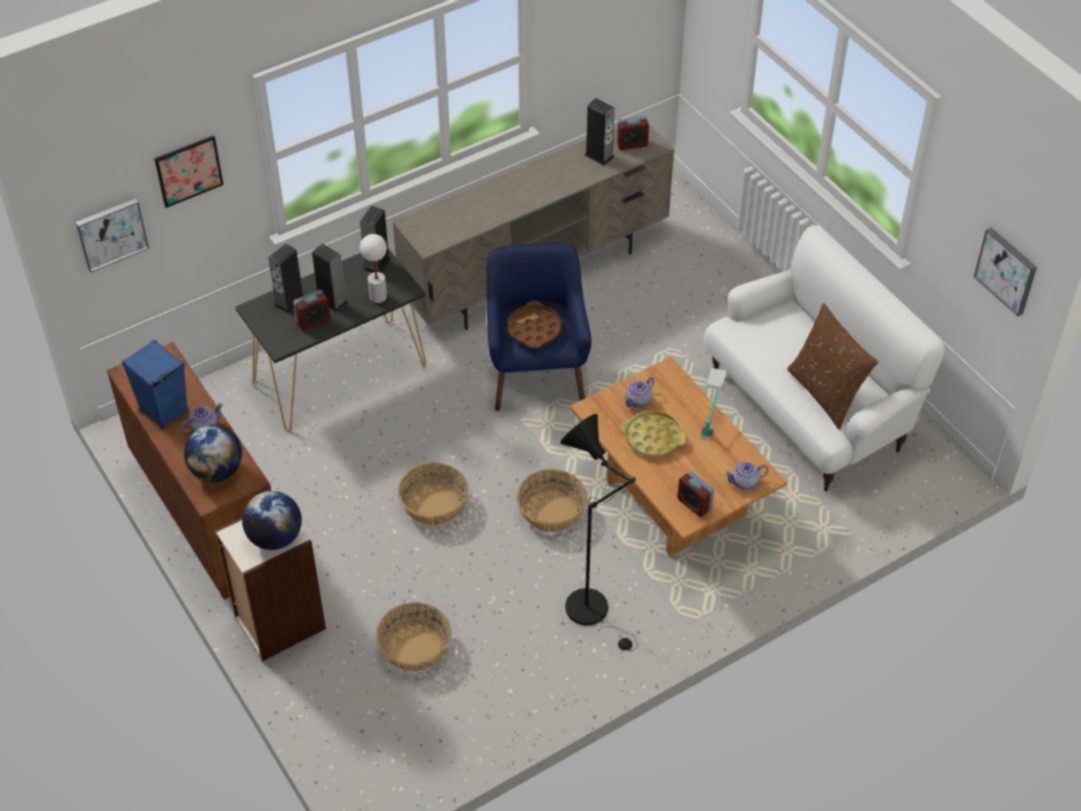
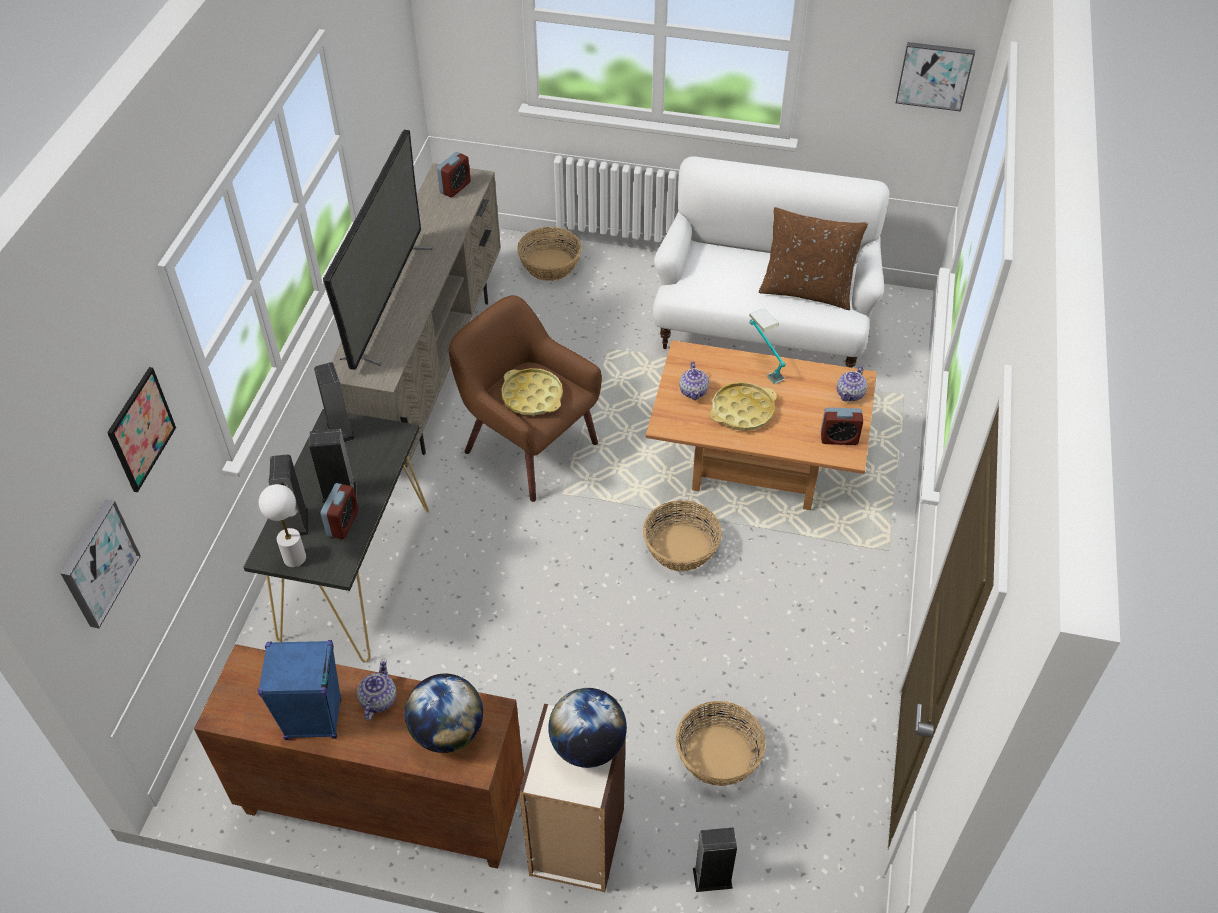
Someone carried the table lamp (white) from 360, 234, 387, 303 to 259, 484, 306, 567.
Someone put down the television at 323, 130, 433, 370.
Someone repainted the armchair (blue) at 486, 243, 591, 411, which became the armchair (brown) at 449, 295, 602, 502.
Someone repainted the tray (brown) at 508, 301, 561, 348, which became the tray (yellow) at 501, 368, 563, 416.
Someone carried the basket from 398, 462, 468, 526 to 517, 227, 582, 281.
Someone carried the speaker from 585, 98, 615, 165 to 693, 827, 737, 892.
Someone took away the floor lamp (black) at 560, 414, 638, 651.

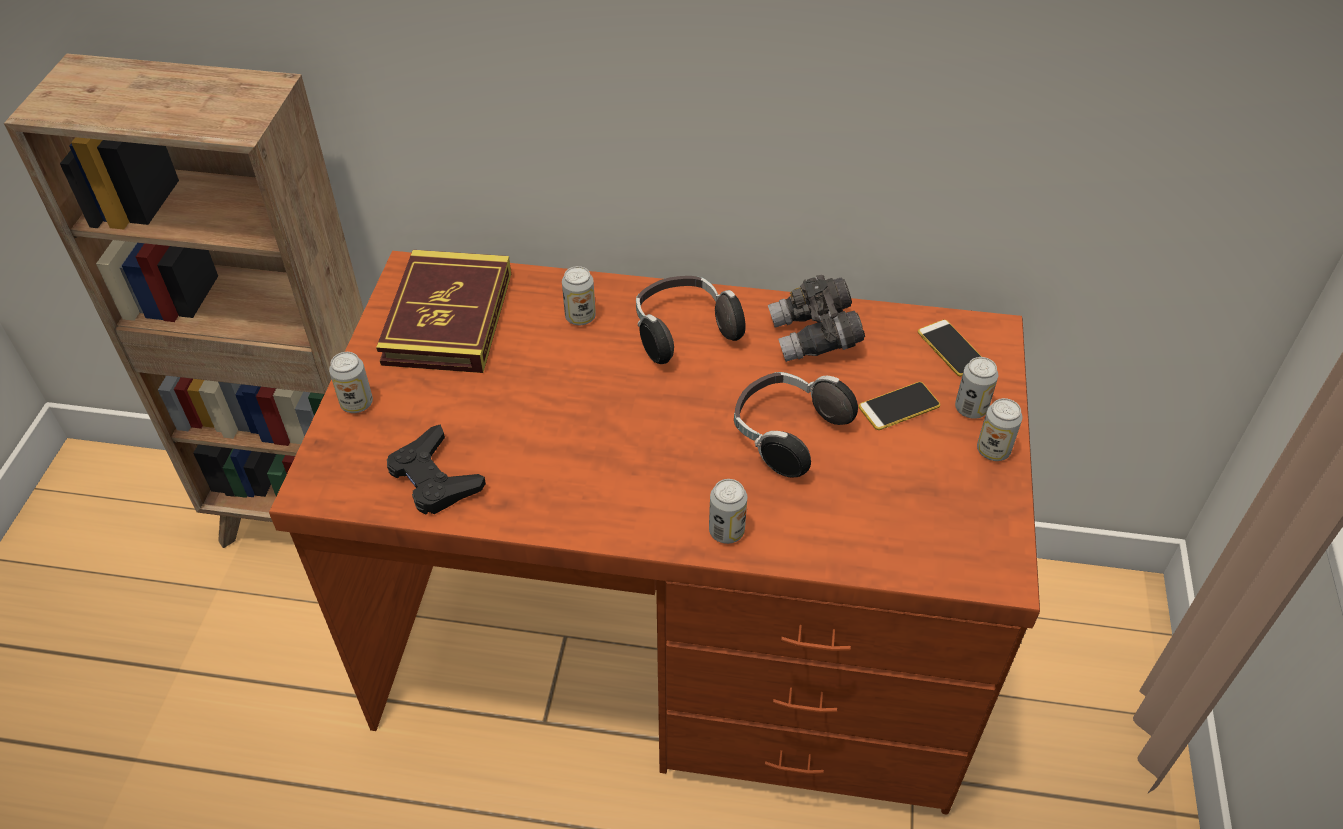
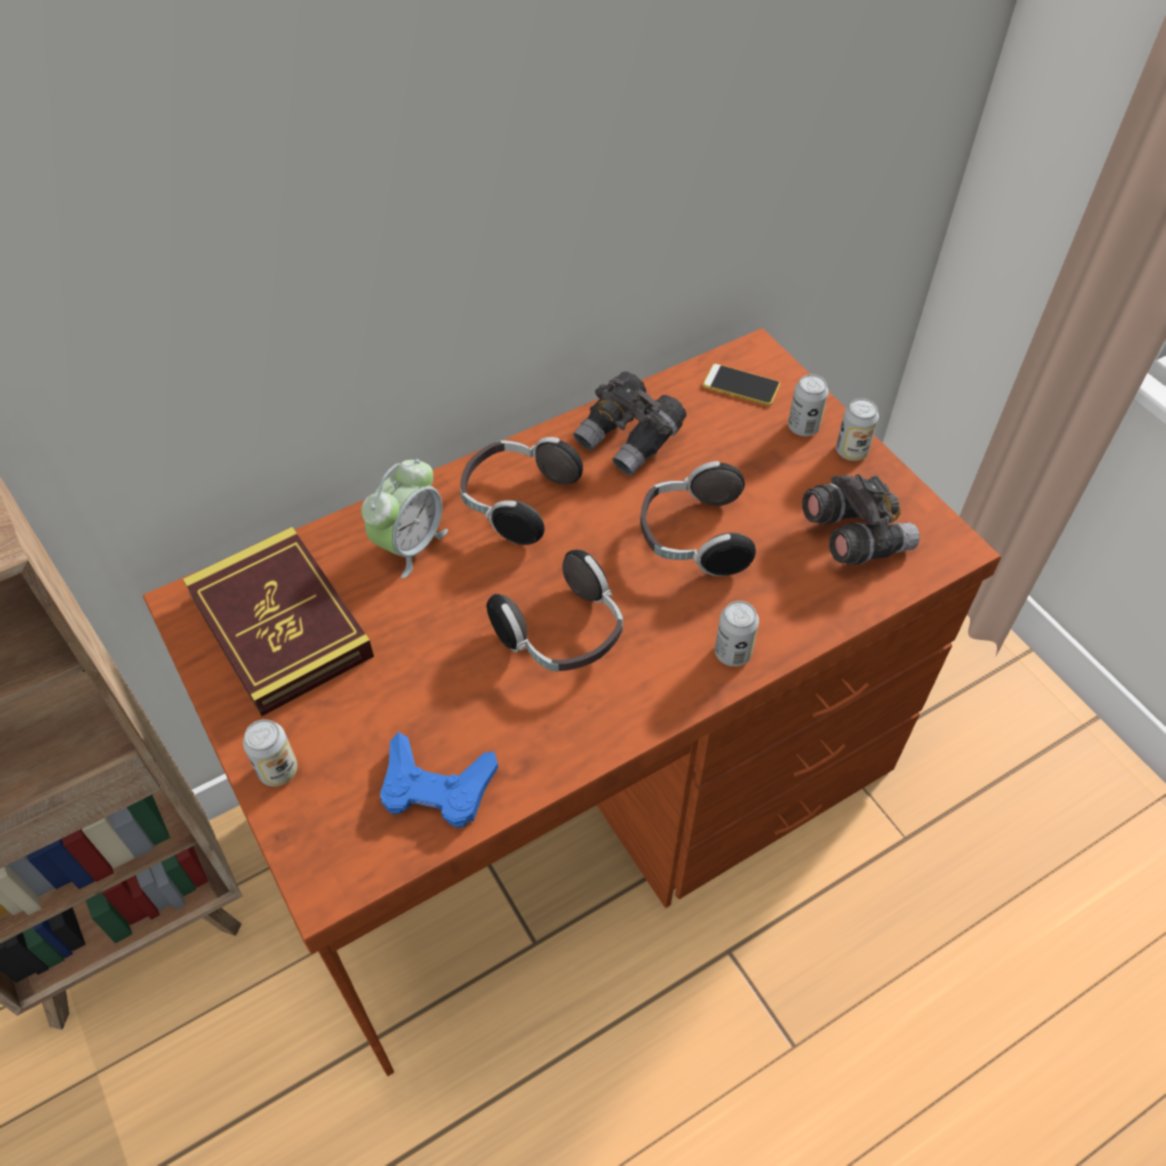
Someone swapped the can at 562, 266, 596, 325 for the alarm clock at 361, 459, 448, 578.
Someone repainted the game controller (black) at 387, 424, 486, 514, which became the game controller (blue) at 380, 732, 498, 828.
Someone put down the headphones at 486, 550, 623, 672.
Someone put down the binoculars (grey) at 802, 474, 920, 565.
Someone took away the phone at 859, 382, 940, 430.

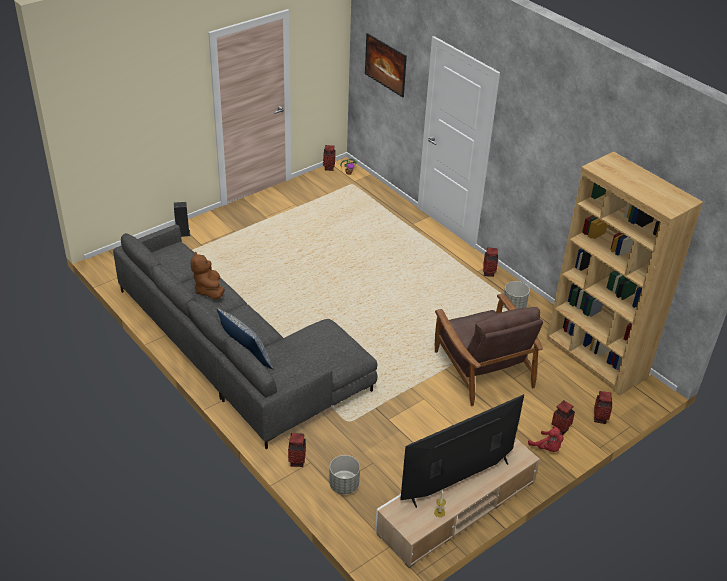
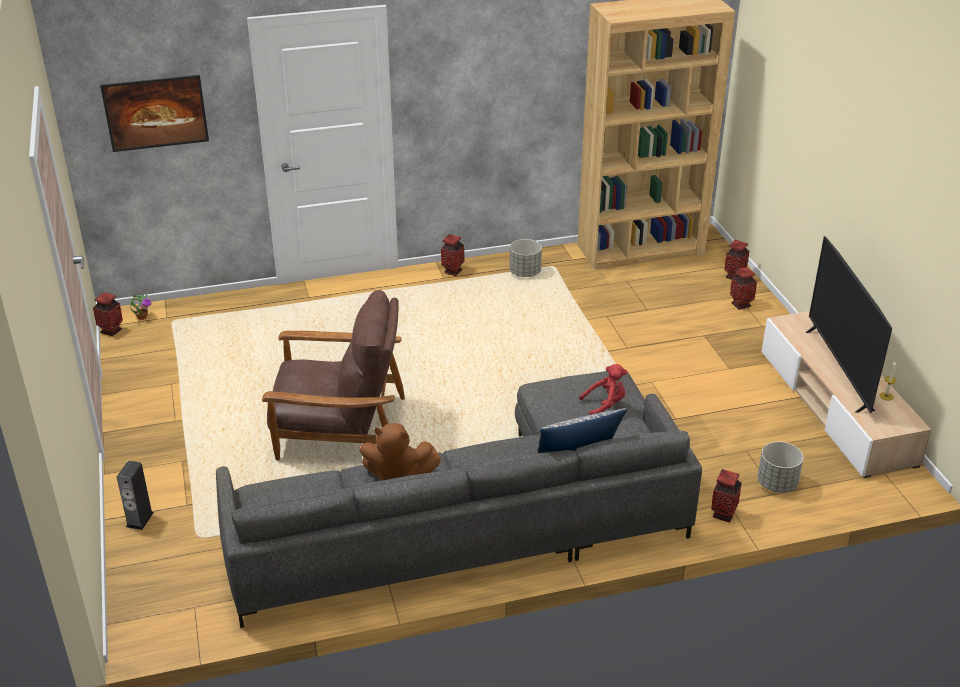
Someone carried the armchair (brown) from 435, 293, 543, 406 to 262, 290, 405, 460.
Someone carried the plush toy (red) from 528, 426, 564, 452 to 579, 364, 627, 415.

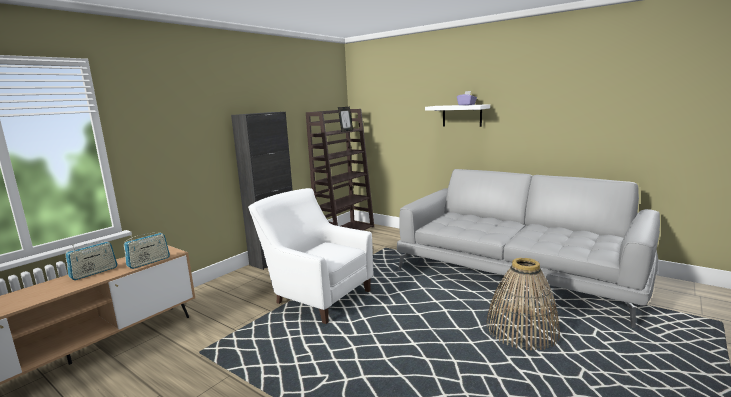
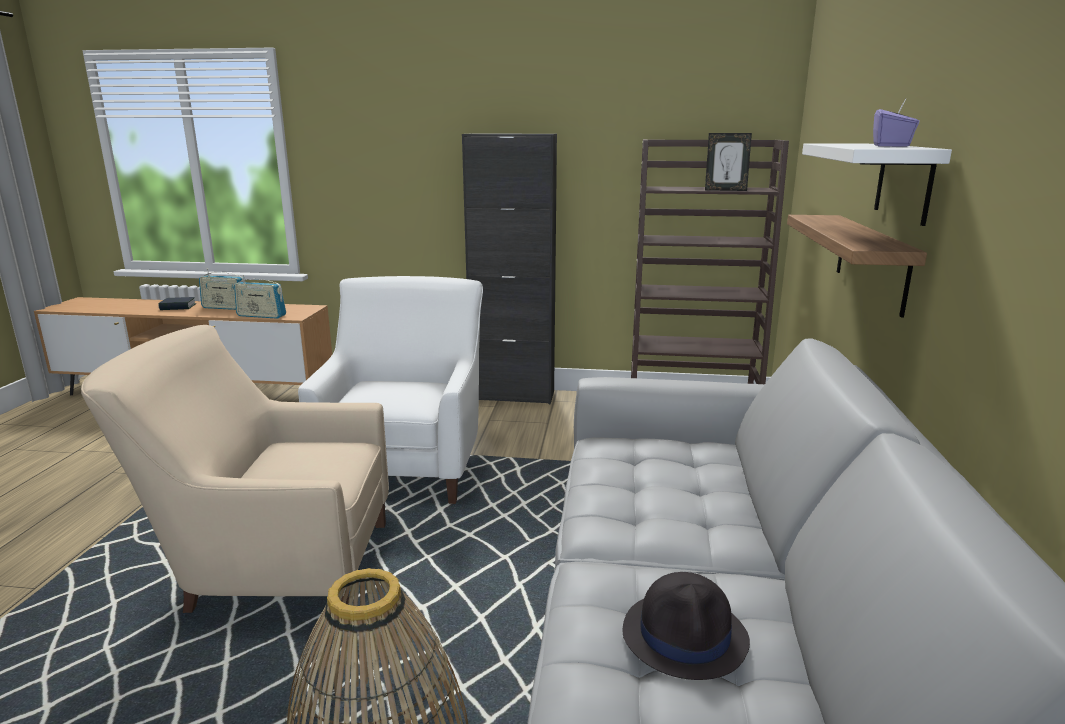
Someone put down the armchair (beige) at 81, 325, 389, 613.
Someone put down the book at 158, 297, 196, 310.
Someone put down the hat (black) at 623, 572, 750, 680.
Someone put up the shelf at 787, 215, 927, 318.

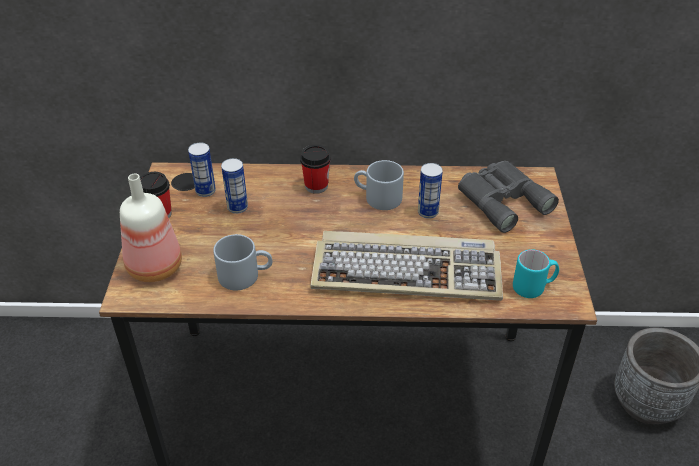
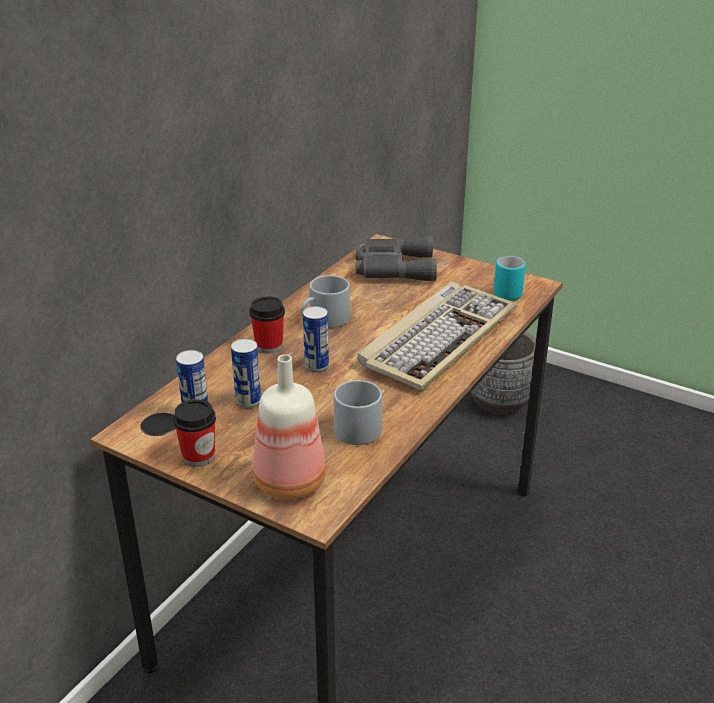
Someone carried the can from 418, 163, 443, 219 to 303, 306, 329, 373.

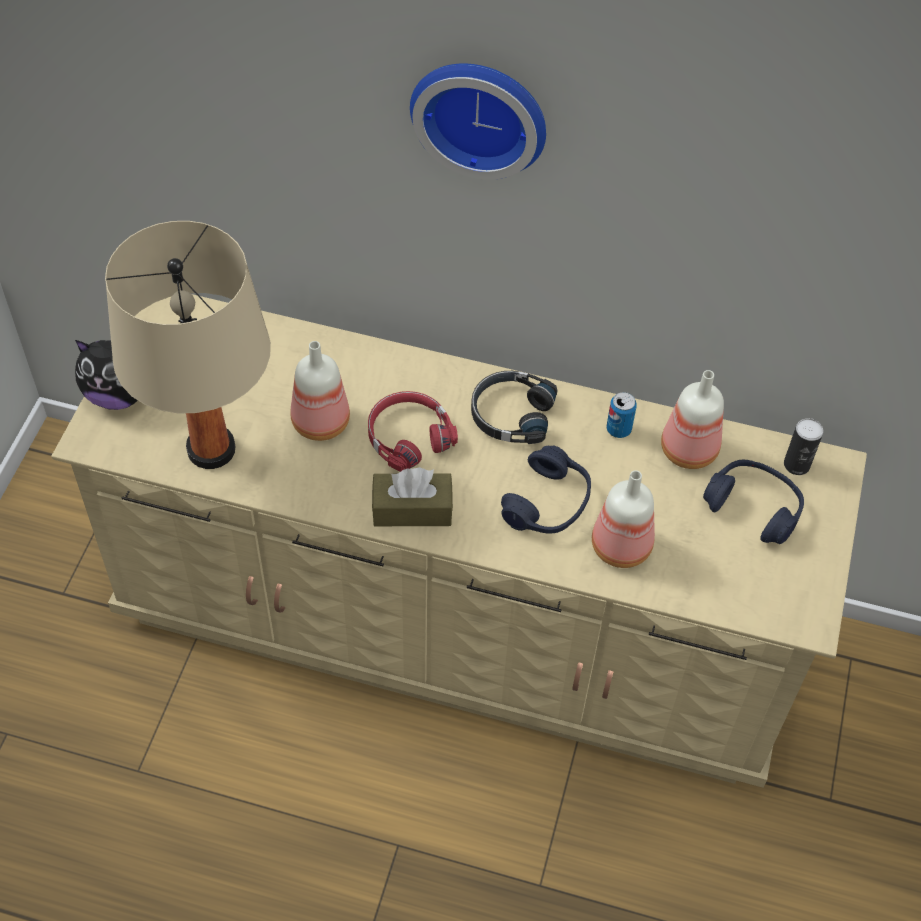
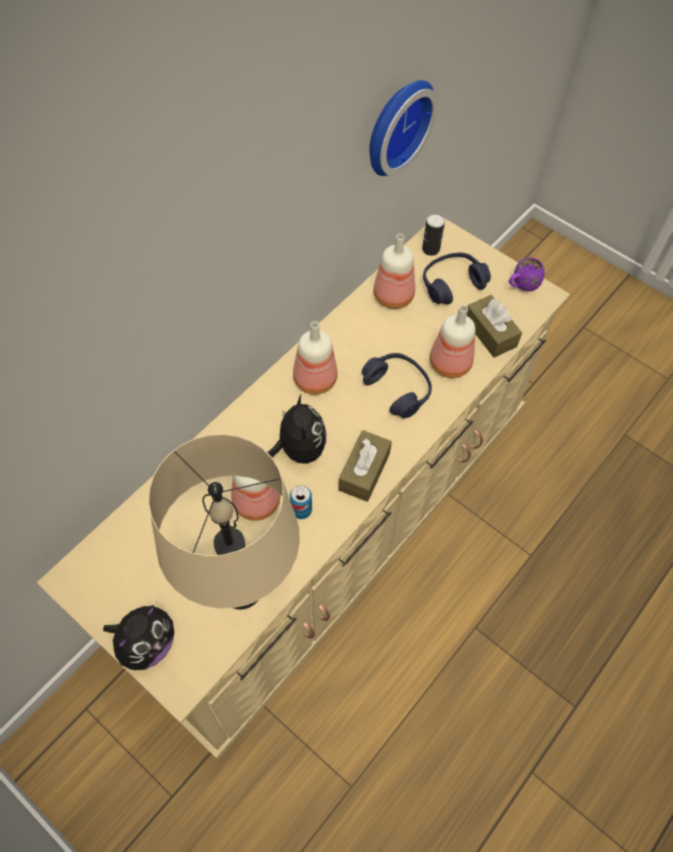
Someone swapped the headphones (red) at 368, 391, 458, 472 for the plush toy at 267, 395, 326, 464.
Someone carried the can from 607, 392, 637, 438 to 290, 485, 312, 519.
Someone swapped the headphones (black) at 471, 371, 557, 444 for the bottle at 293, 321, 338, 394.
Someone carried the wall clock from 410, 63, 546, 180 to 369, 80, 438, 176.
Someone put down the tissue box (brown) at 467, 295, 522, 357.
Someone put down the mug (purple) at 508, 257, 545, 291.

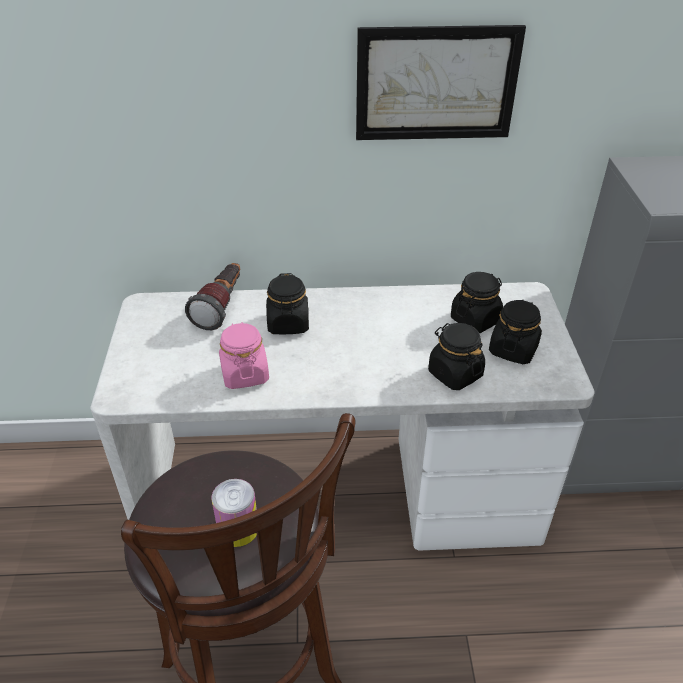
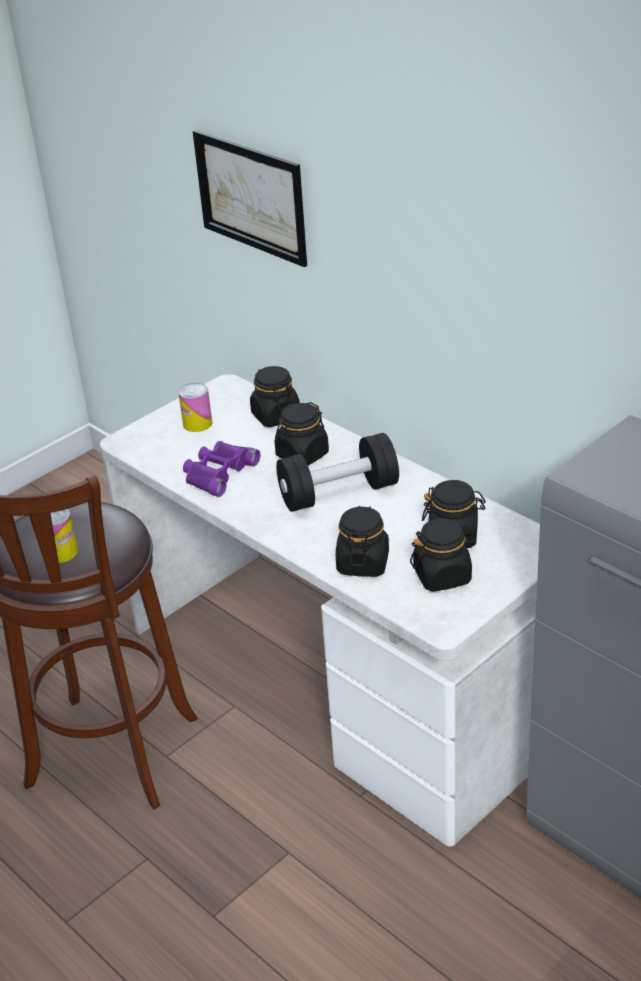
Someone put down the can at 178, 383, 212, 432.
Someone swapped the jar (pink) at 219, 322, 269, 389 for the binoculars (purple) at 183, 441, 261, 497.
Someone carried the picture from 356, 25, 526, 140 to 193, 130, 307, 267.
Someone swapped the flashlight at 185, 263, 240, 330 for the jar (black) at 250, 366, 300, 427.
Someone put down the dumbbell (black) at 276, 433, 399, 512.

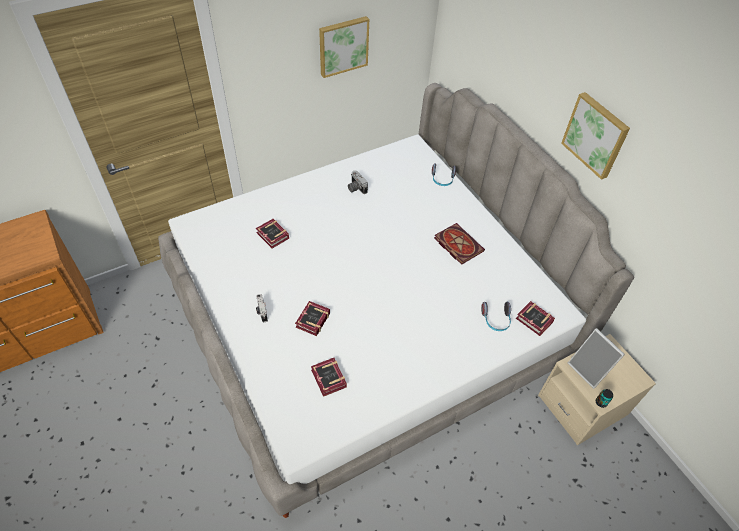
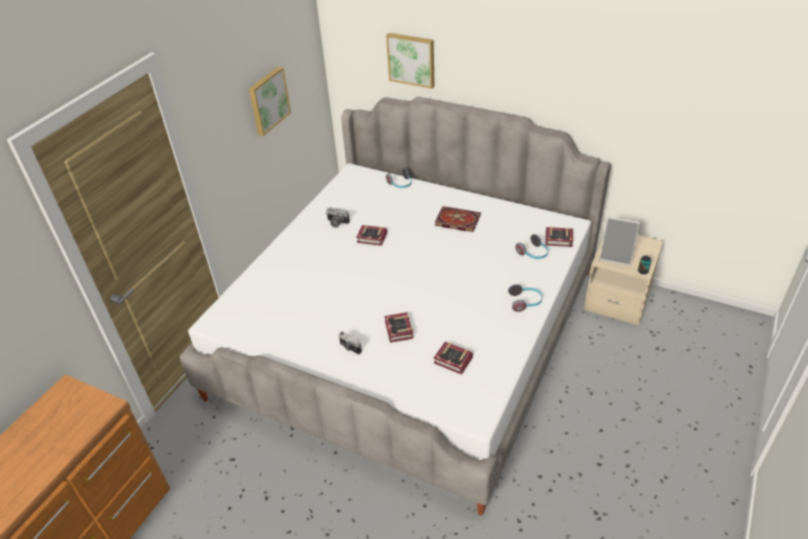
Someone carried the book from 256, 219, 289, 249 to 356, 225, 387, 246.
Someone carried the picture from 561, 92, 630, 180 to 386, 33, 435, 89.
Someone put down the headphones at 508, 284, 543, 312.

